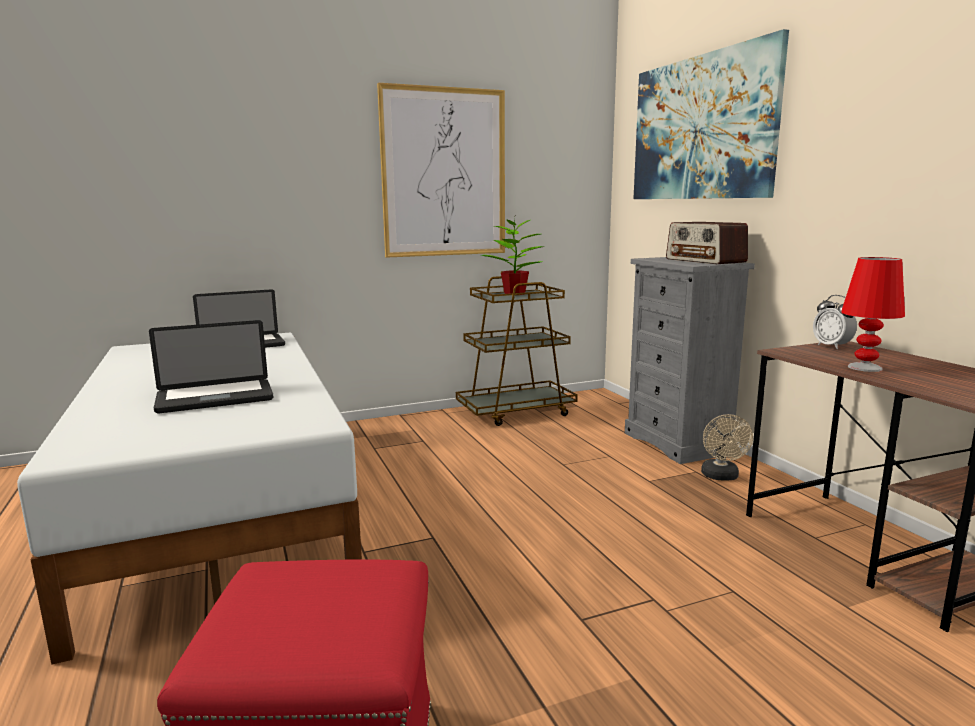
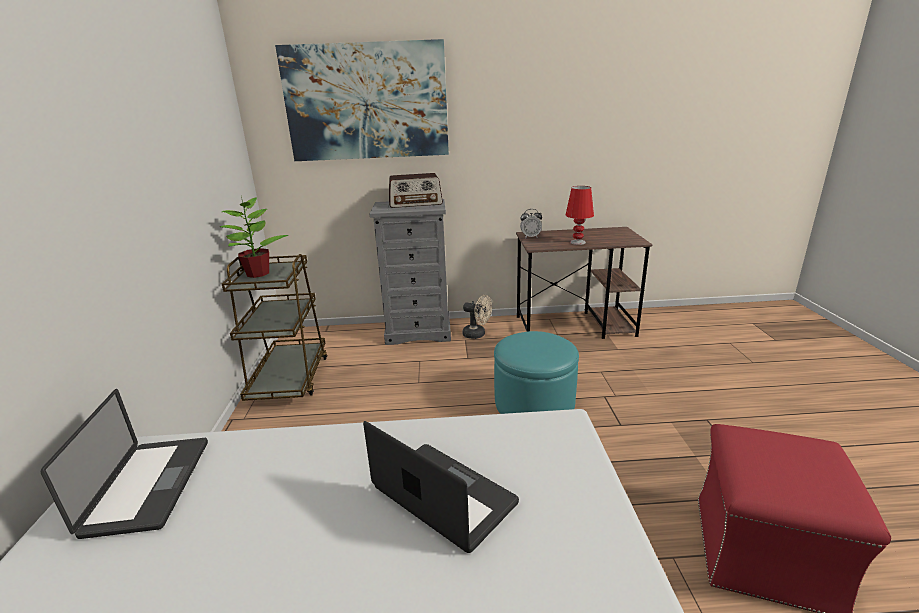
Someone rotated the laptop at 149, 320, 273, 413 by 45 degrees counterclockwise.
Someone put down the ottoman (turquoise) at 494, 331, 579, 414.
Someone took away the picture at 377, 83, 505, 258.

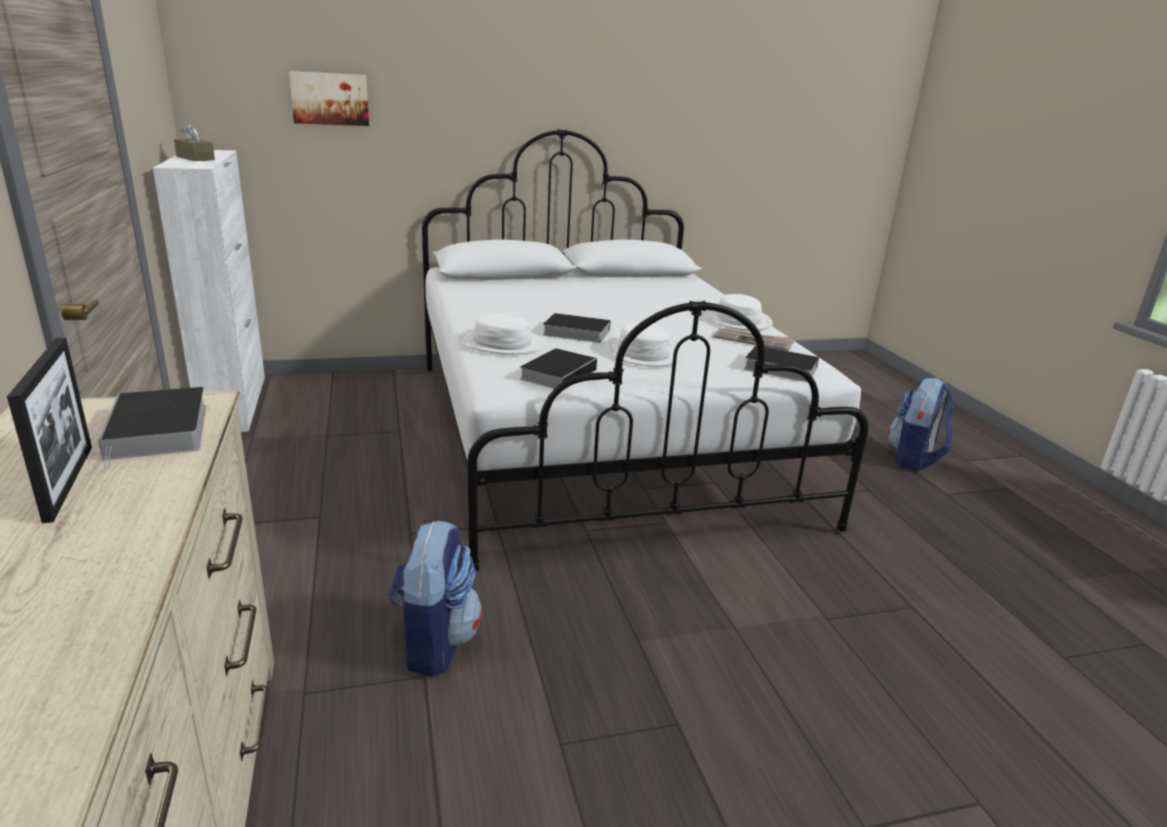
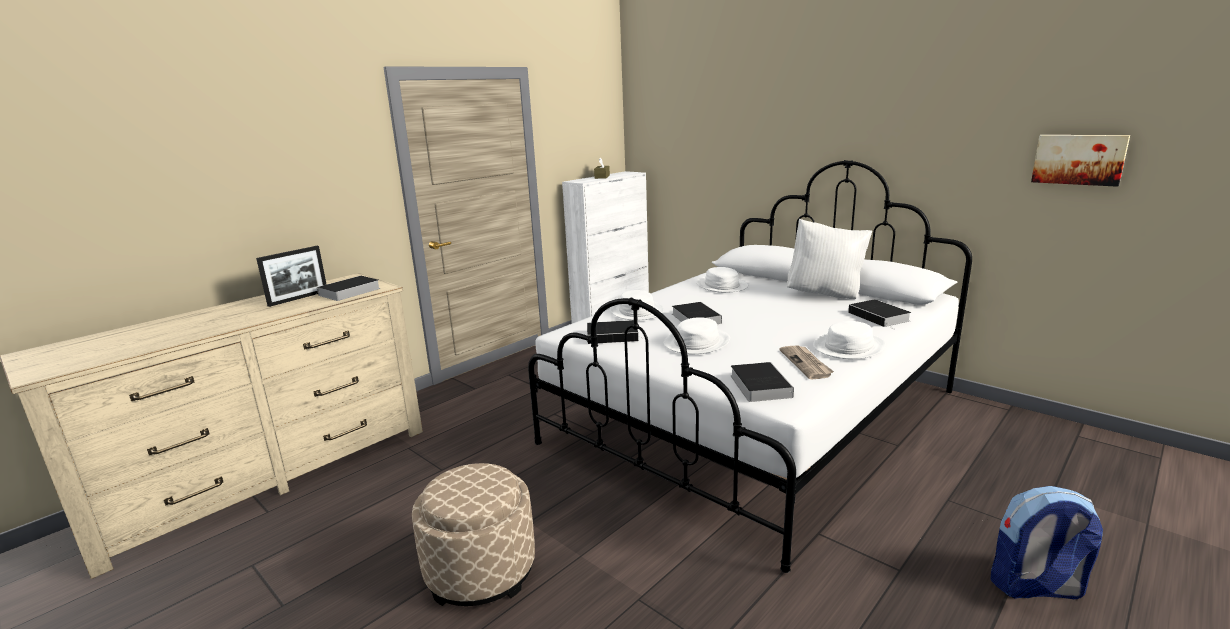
Someone put down the ottoman (beige) at 412, 463, 535, 606.
Someone put down the hat (white) at 697, 267, 748, 293.
Someone put down the pillow (white) at 787, 218, 872, 299.
Someone put down the book at 848, 299, 911, 329.
Someone carried the picture from 289, 71, 369, 126 to 1031, 135, 1130, 187.
Someone took away the backpack at 389, 520, 482, 677.

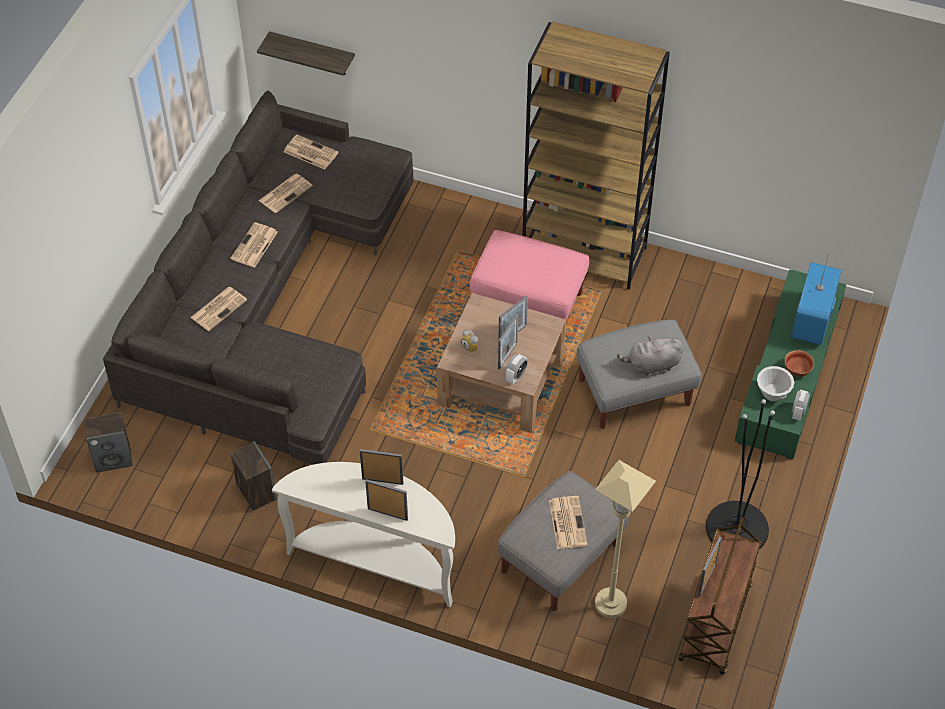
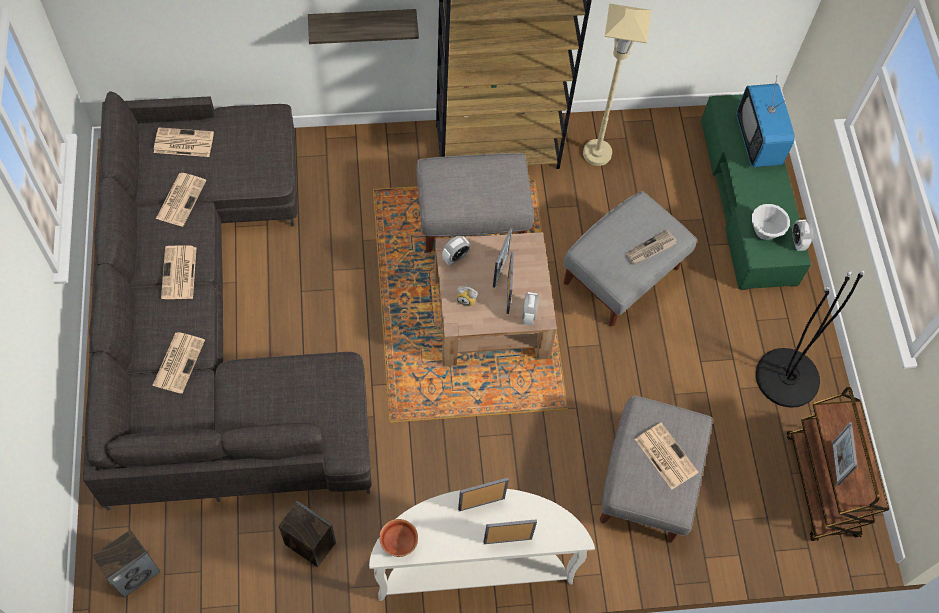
Someone carried the shelf from 257, 31, 355, 76 to 308, 9, 419, 44.
Someone carried the bowl from 784, 350, 814, 377 to 379, 519, 418, 557.
Someone repainted the ottoman (pink) at 470, 230, 589, 319, which became the ottoman (grey) at 416, 153, 534, 252.
Someone put down the alarm clock at 442, 236, 470, 266.
Someone carried the floor lamp (beige) from 595, 460, 656, 618 to 583, 3, 651, 166.
Someone swapped the plush toy (grey) at 617, 336, 683, 376 for the newspaper at 625, 229, 677, 265.

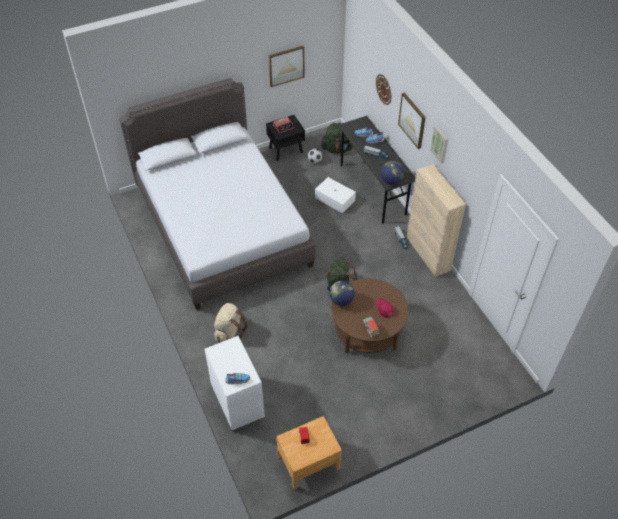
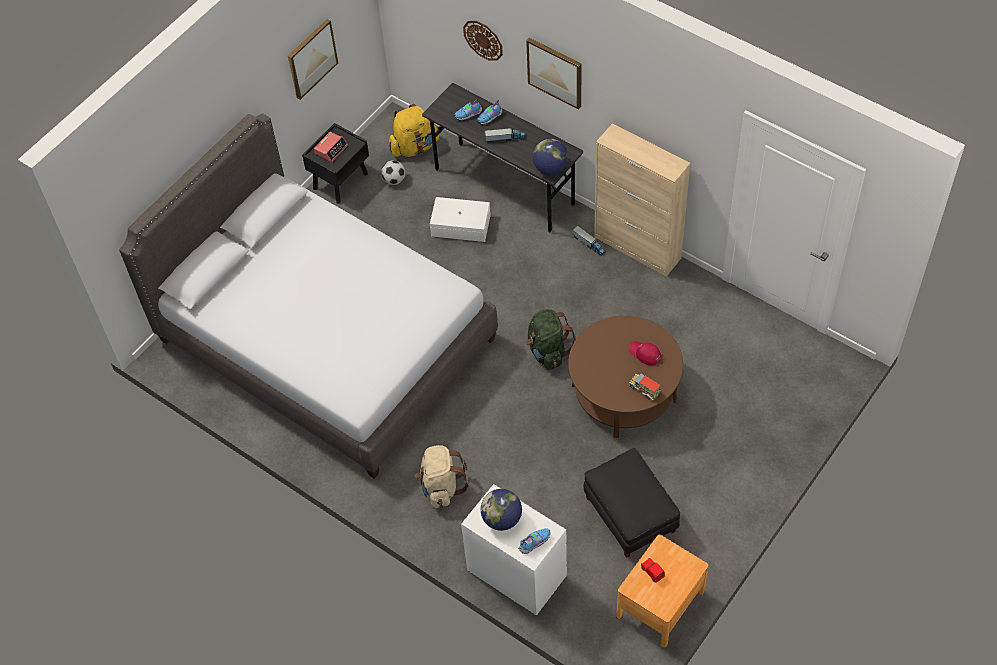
Someone repainted the backpack (green) at 321, 123, 353, 154, which became the backpack (yellow) at 389, 104, 439, 157.
Someone carried the globe from 329, 281, 355, 306 to 481, 489, 522, 531.
Someone put down the ottoman (black) at 584, 448, 680, 558.
Someone took away the picture at 430, 126, 448, 164.

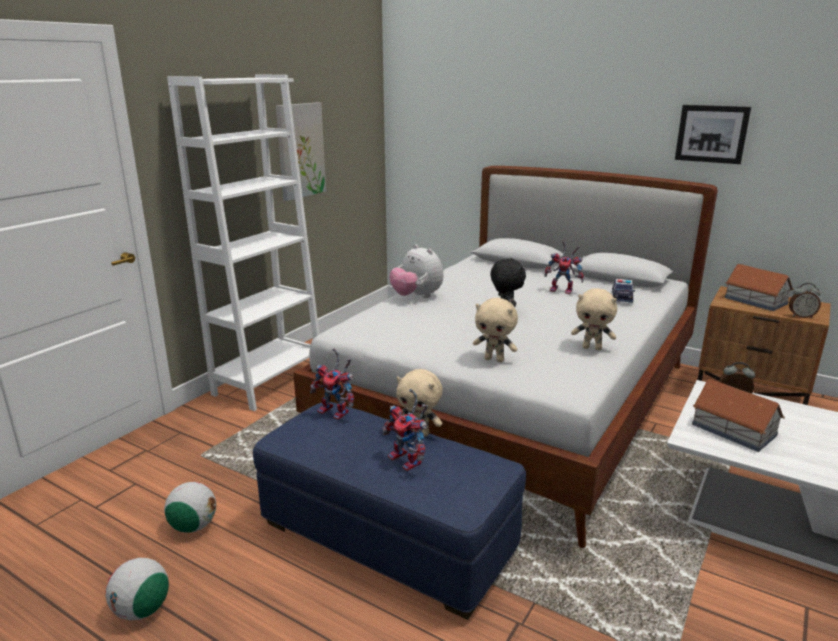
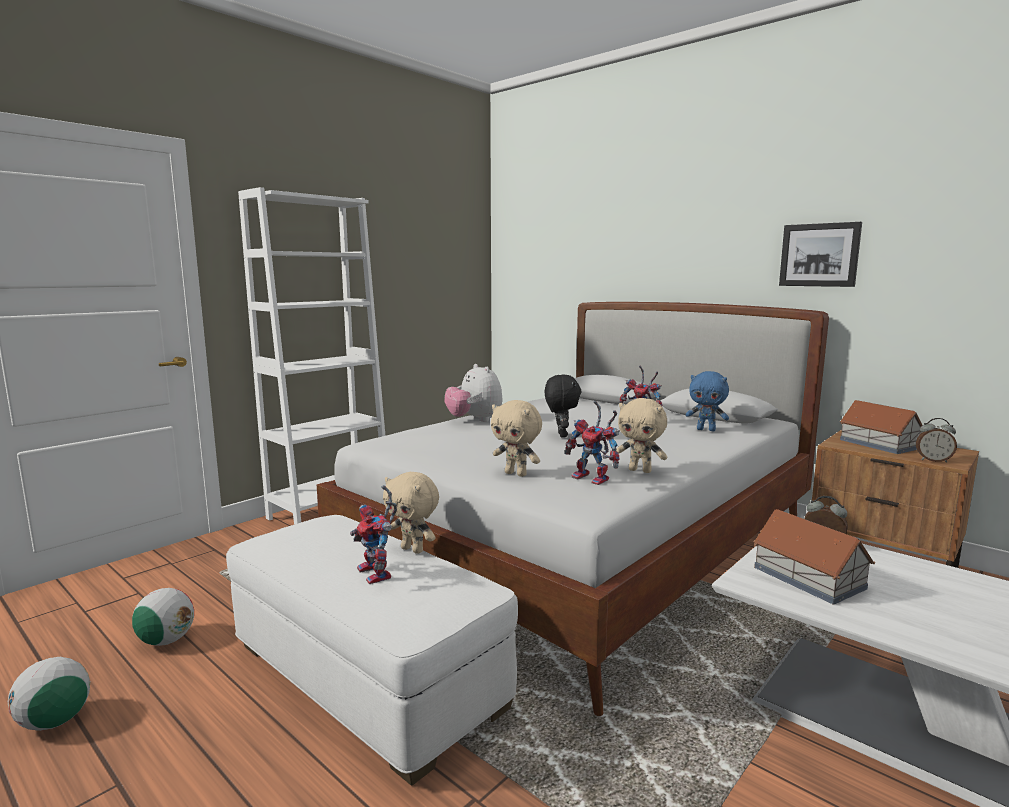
Someone repainted the ottoman (blue) at 253, 402, 526, 620, which became the ottoman (white) at 226, 515, 518, 786.
Someone carried the toy robot from 310, 348, 354, 420 to 564, 401, 620, 485.
Someone swapped the toy car at 612, 279, 635, 303 for the plush toy (blue) at 686, 371, 729, 431.
Someone took away the picture at 276, 102, 326, 201.

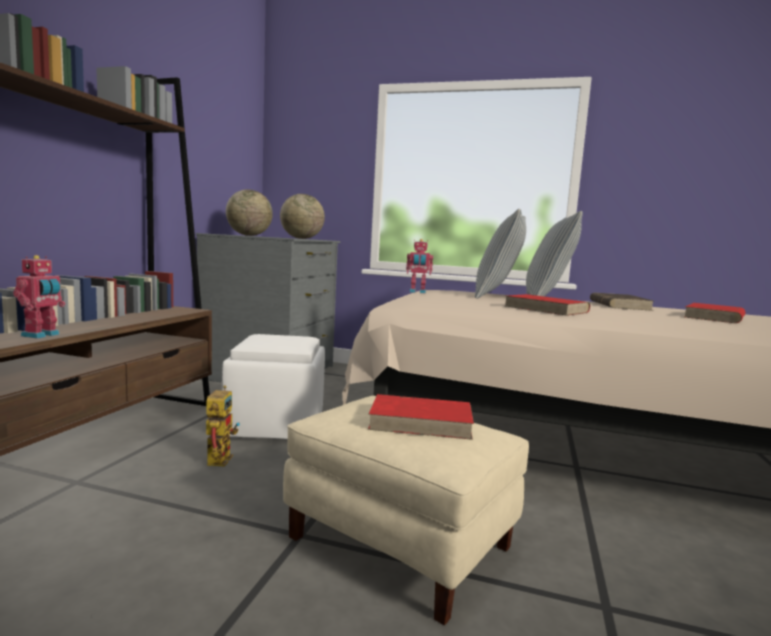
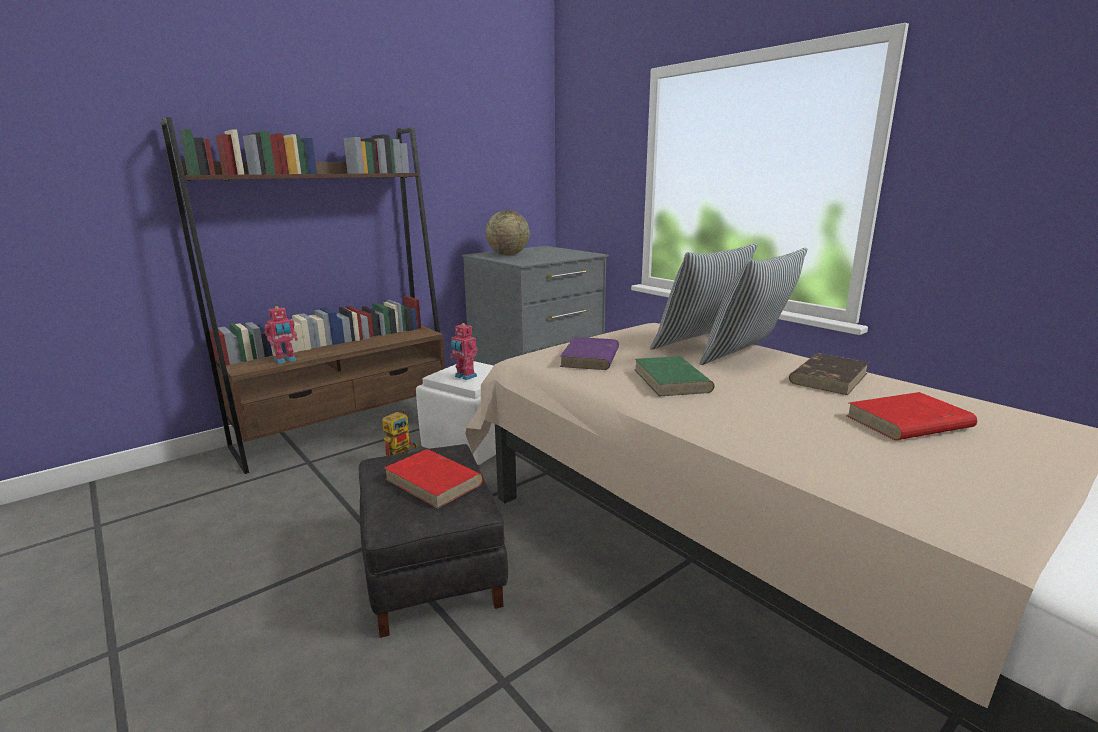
Someone repainted the ottoman (beige) at 283, 396, 529, 625, which became the ottoman (black) at 359, 444, 508, 638.
Someone carried the toy robot from 406, 239, 433, 293 to 450, 323, 478, 380.
Someone put down the book (purple) at 560, 337, 619, 370.
Someone repainted the book (red) at 505, 294, 590, 316, which became the book (green) at 635, 356, 715, 397.
Someone took away the globe at 280, 194, 325, 239.

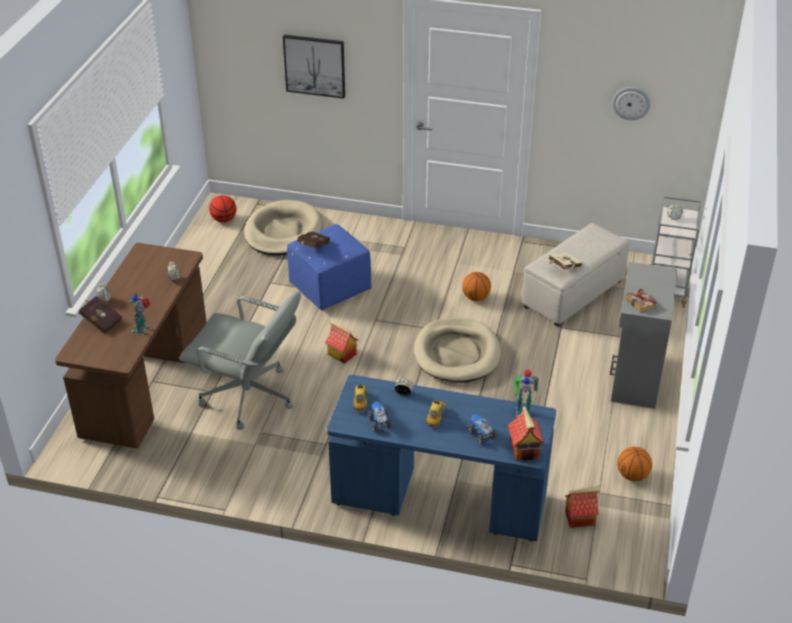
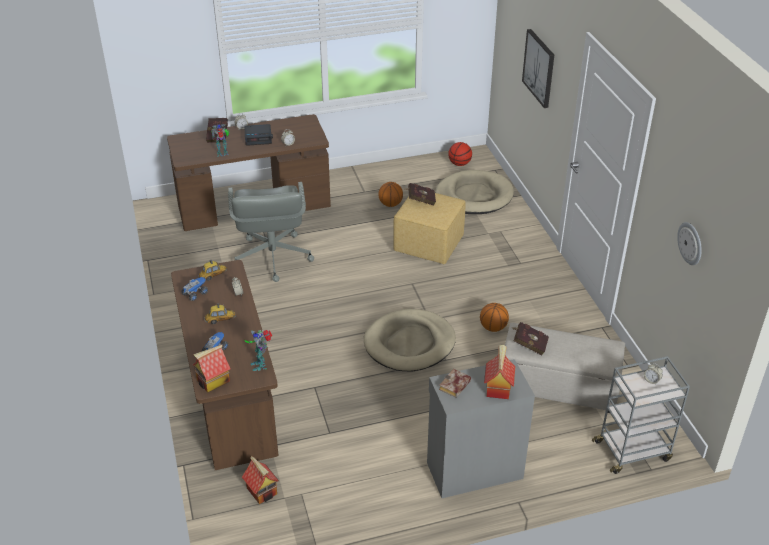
Someone repainted the desk (blue) at 327, 375, 556, 541, which became the desk (brown) at 171, 260, 278, 470.
Someone put down the alarm clock at 244, 124, 273, 146.
Someone carried the basketball from 617, 447, 652, 481 to 378, 182, 403, 207.
Someone repainted the ottoman (blue) at 287, 224, 371, 310, which became the ottoman (yellow) at 393, 193, 465, 264.
Someone carried the toy house from 325, 319, 359, 364 to 484, 345, 515, 399.
Someone repainted the book (beige) at 548, 252, 583, 270, which became the book (red) at 512, 322, 549, 355.

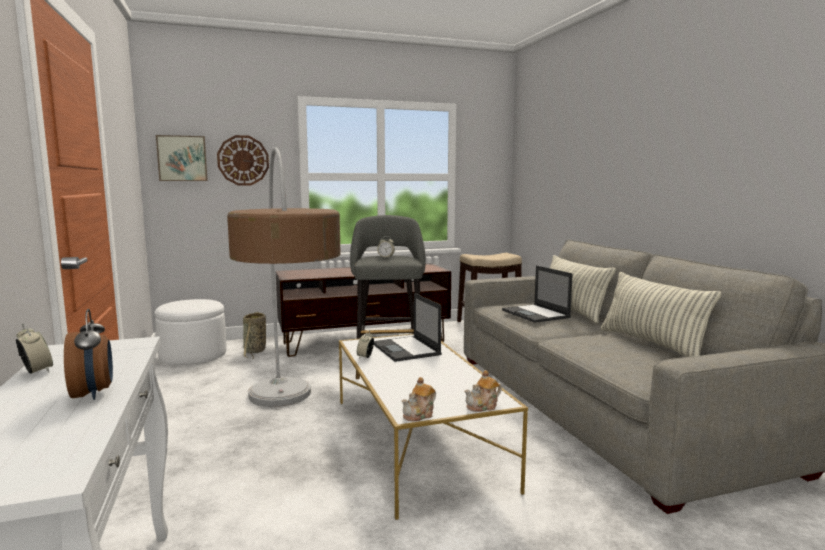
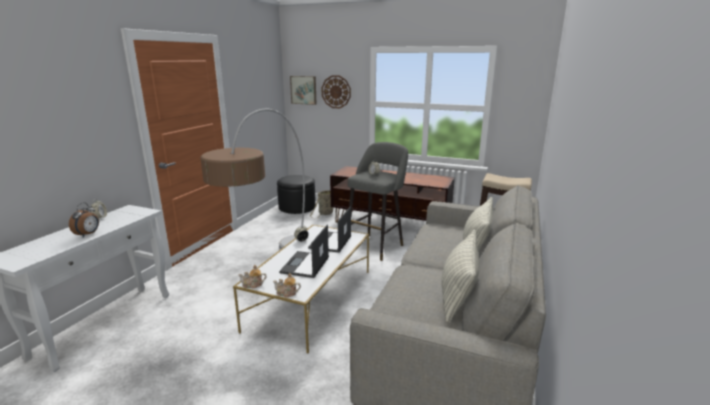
Someone repainted the ottoman (white) at 155, 299, 226, 365, which became the ottoman (black) at 277, 175, 316, 214.
Someone carried the laptop from 502, 266, 573, 323 to 279, 225, 329, 278.

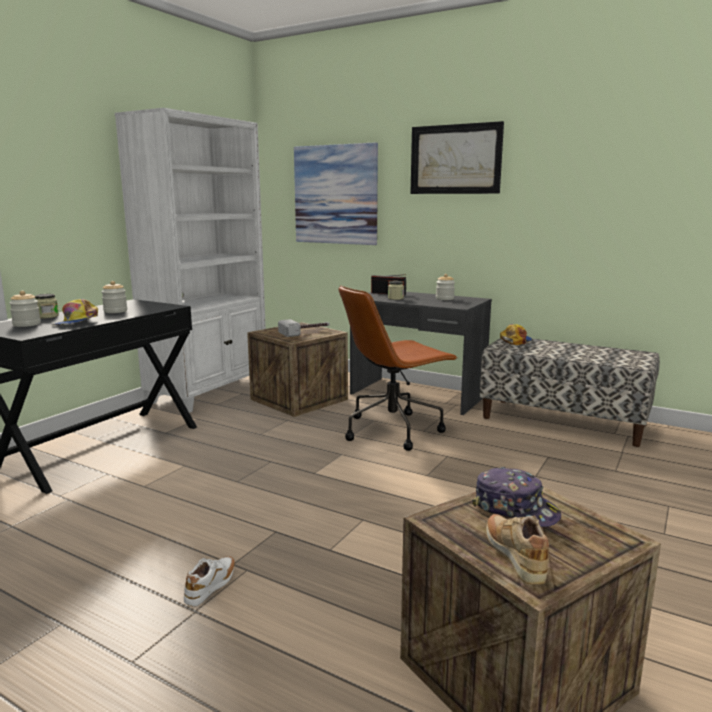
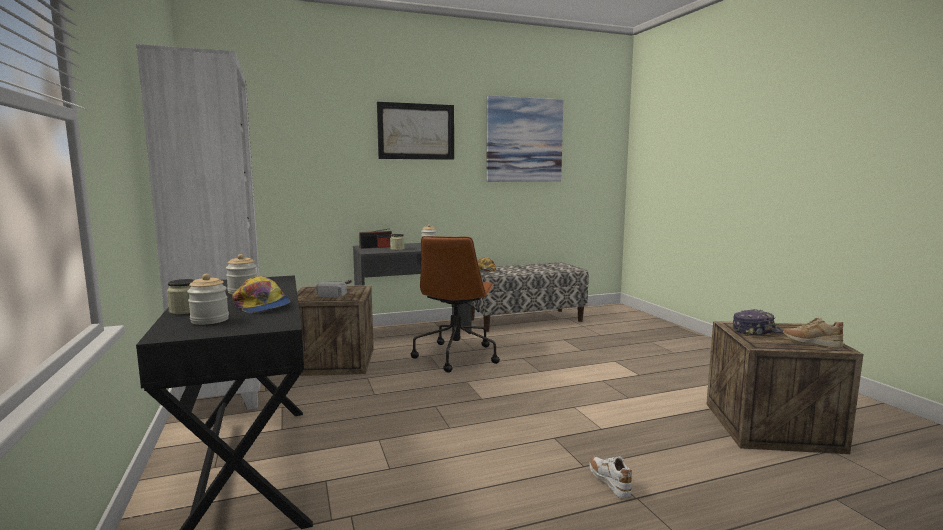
Someone carried the picture from 294, 142, 378, 245 to 486, 95, 564, 182.

